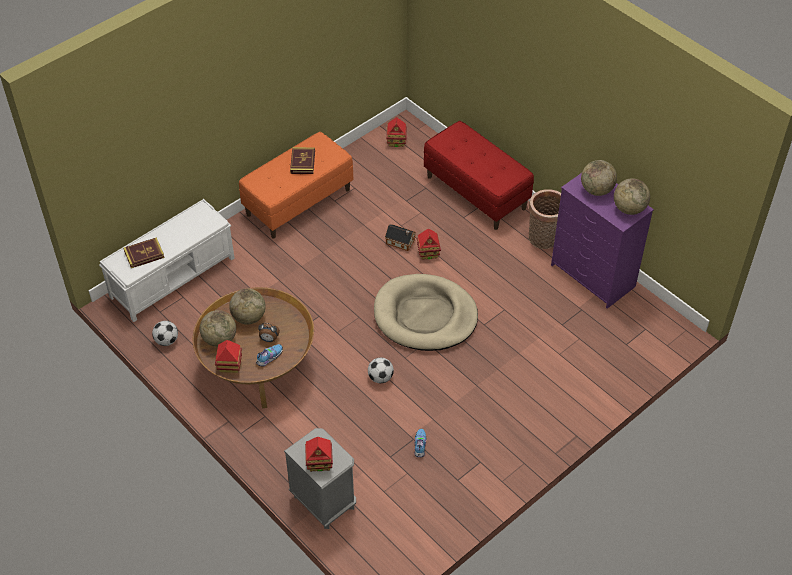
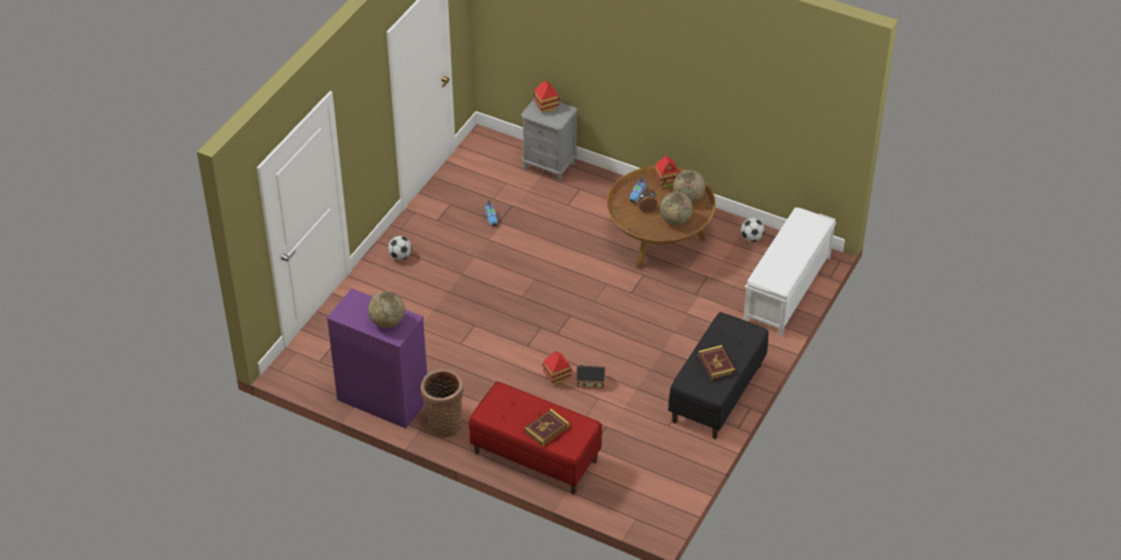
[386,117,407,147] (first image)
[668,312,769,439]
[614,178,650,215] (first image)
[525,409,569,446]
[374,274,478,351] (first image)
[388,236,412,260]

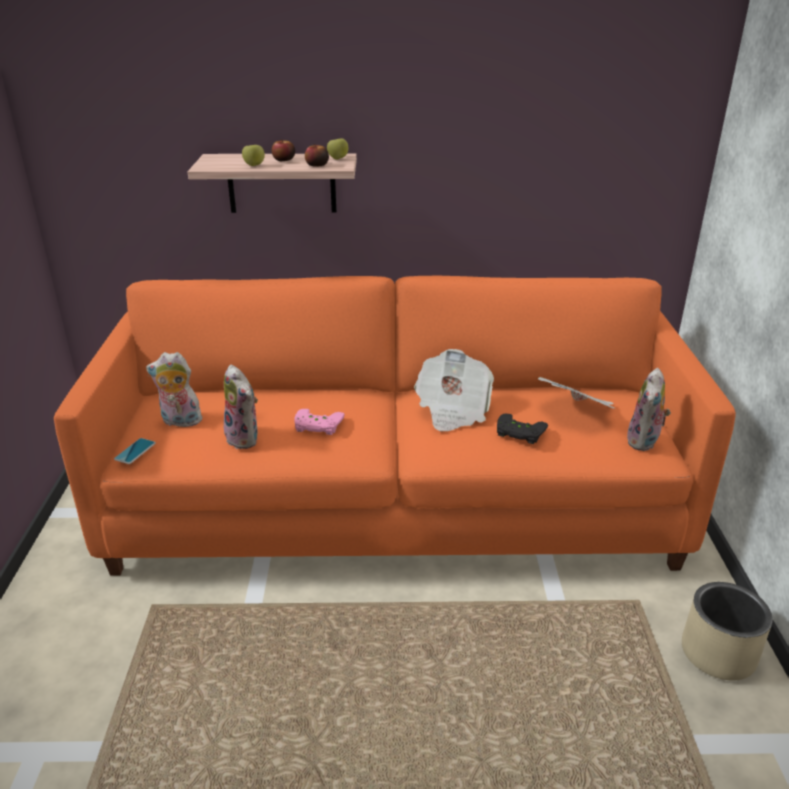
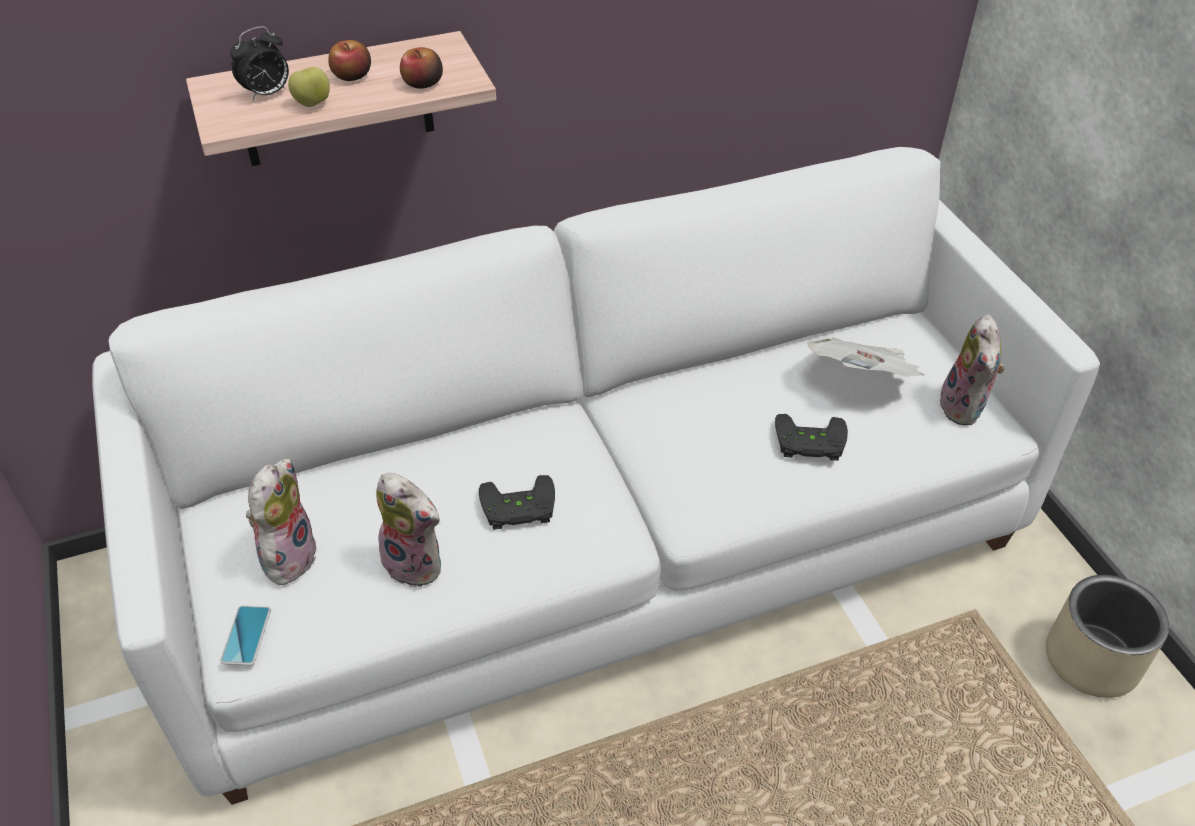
[327,138,348,159] (first image)
[92,147,1100,805]
[414,349,494,432] (first image)
[246,459,317,586]
[479,475,555,530]
[230,26,289,101]

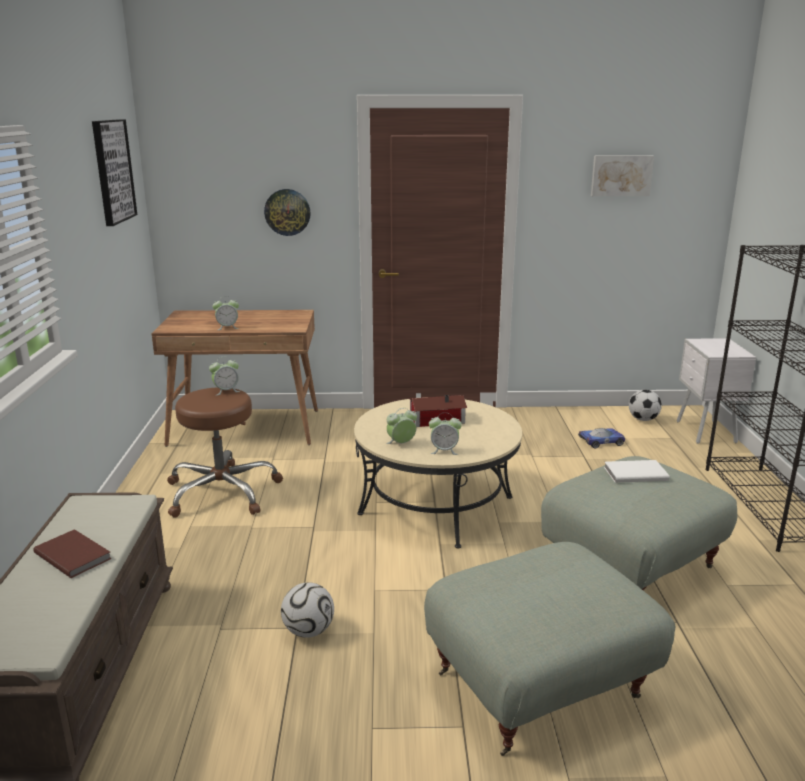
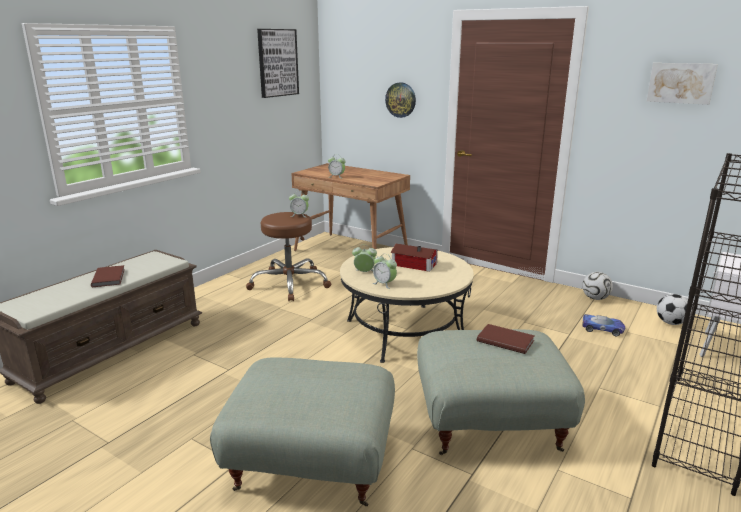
[477,324,535,354]
[582,272,613,300]

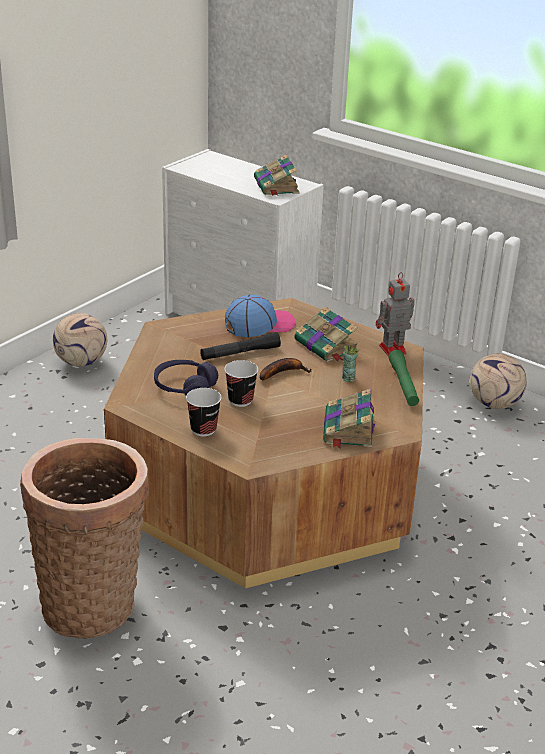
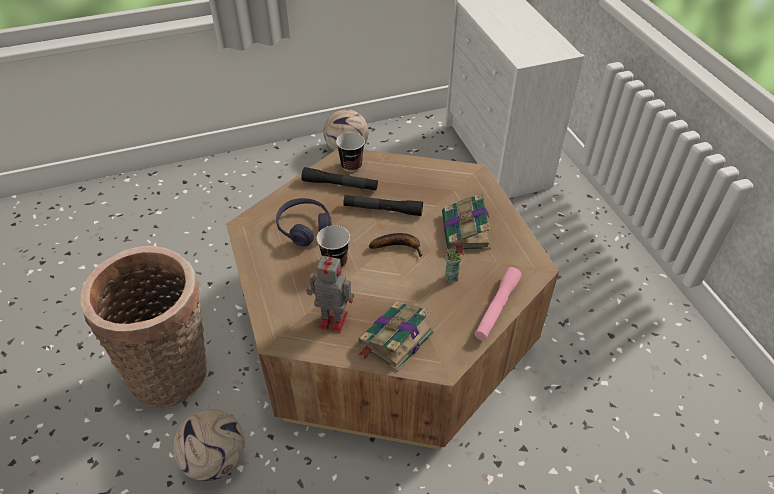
[254,154,299,196] (first image)
[306,254,354,333]
[225,295,296,337] (first image)
[475,267,522,341]
[173,409,245,481]
[336,132,365,172]
[301,167,378,191]

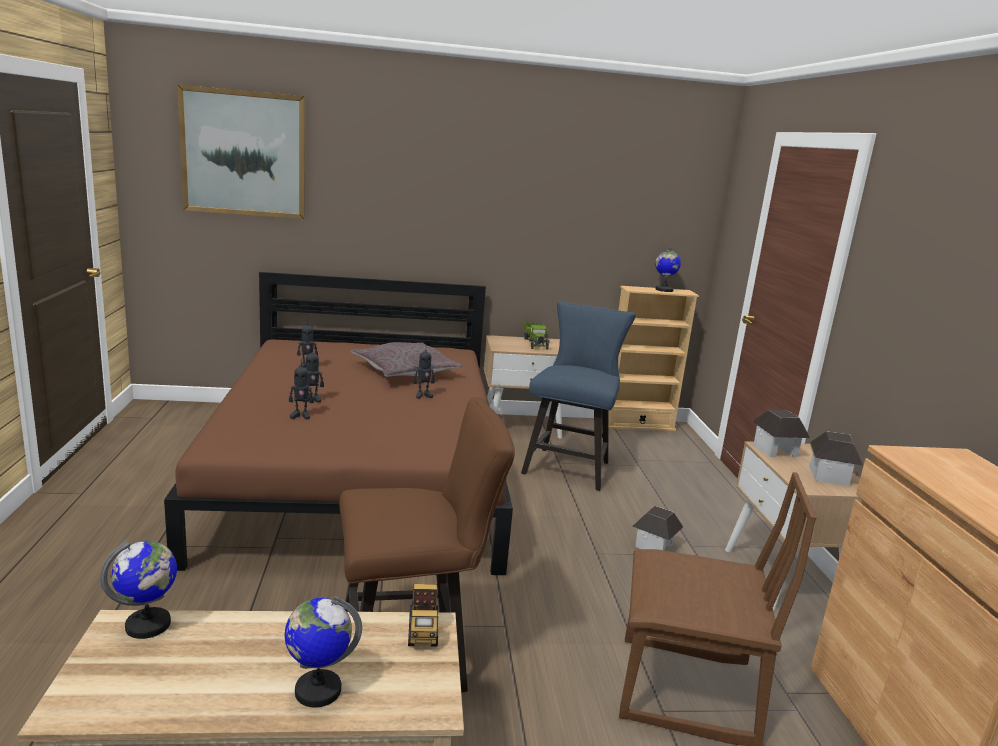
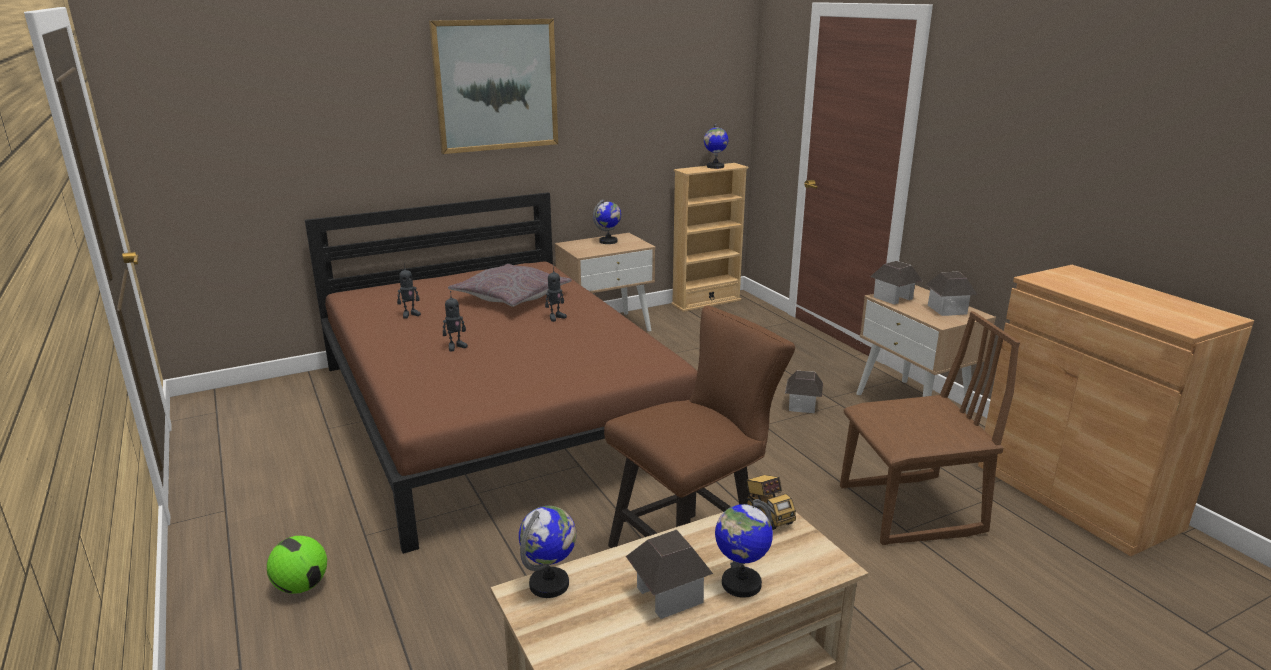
[429,19,558,154]
[521,302,636,491] (first image)
[593,199,621,244]
[289,360,314,419] (first image)
[626,530,713,619]
[267,536,327,594]

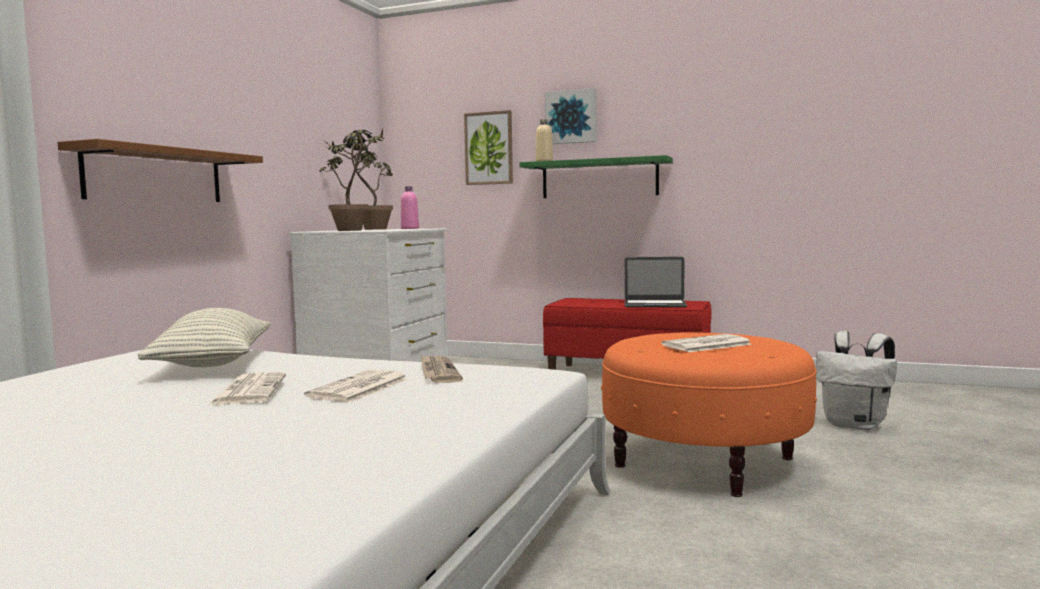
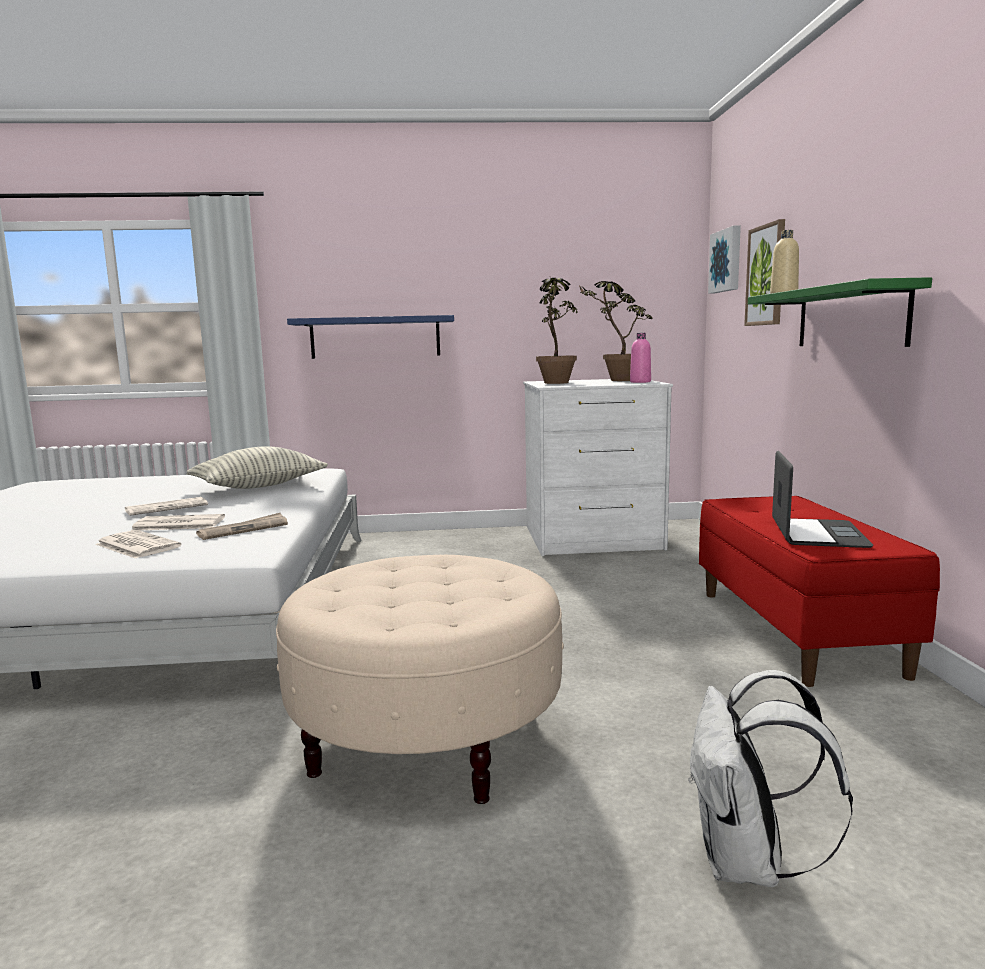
[708,225,741,294]
[287,315,454,359]
[772,451,873,548]
[276,555,564,804]
[95,530,182,559]

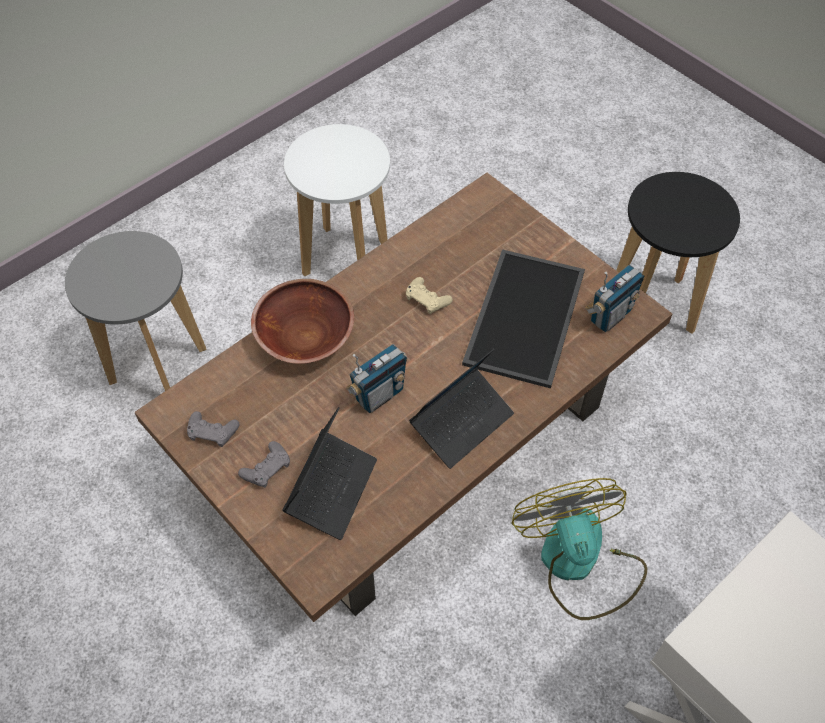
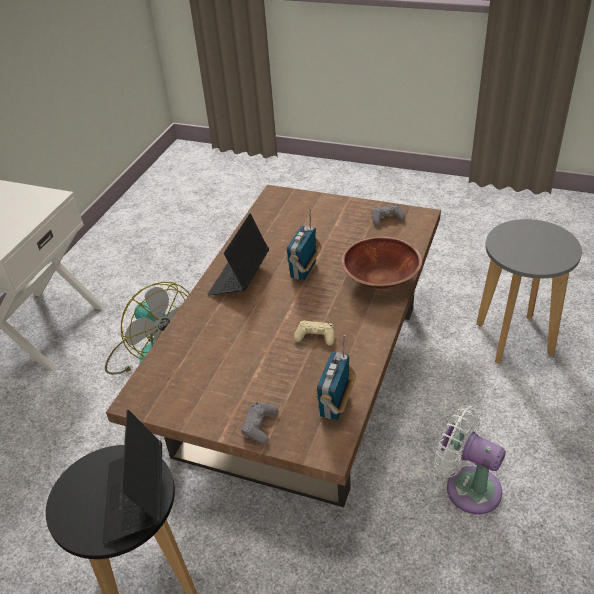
[435,405,506,514]
[462,249,585,388] (first image)
[315,335,356,420]
[102,410,162,544]
[241,402,279,444]

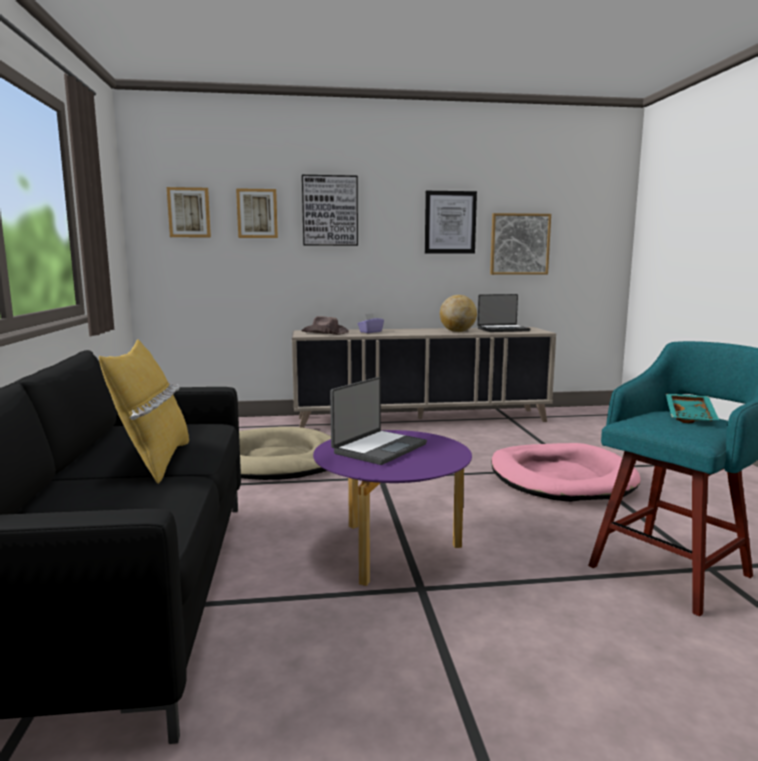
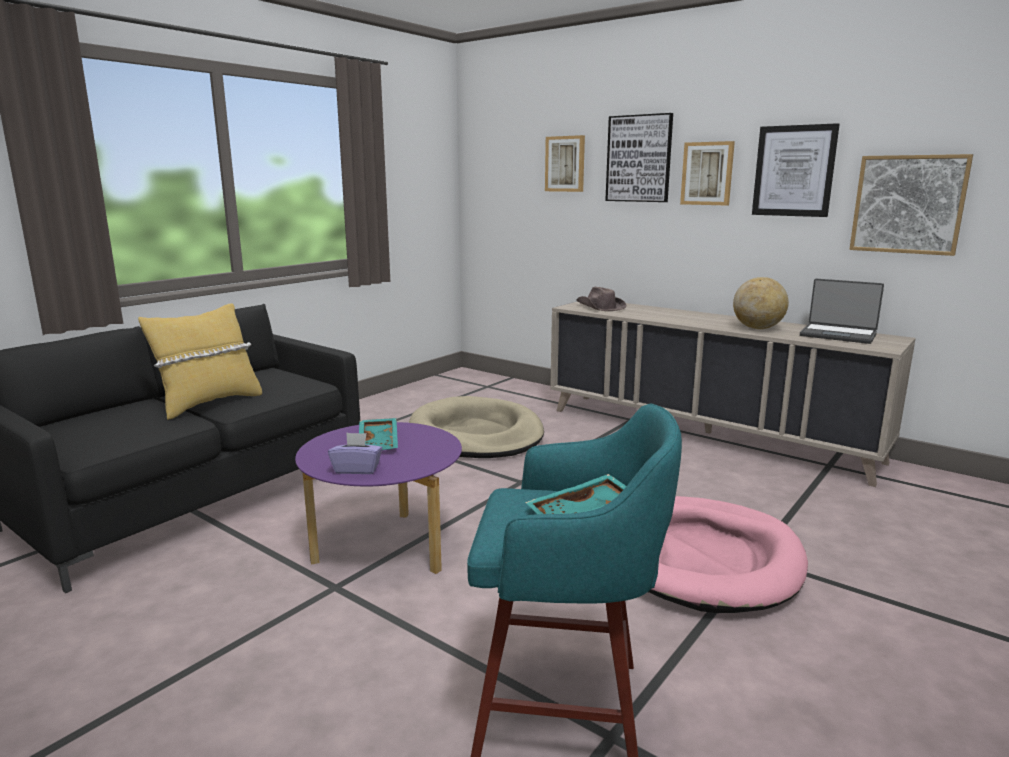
[680,141,735,206]
[328,432,382,474]
[359,418,398,450]

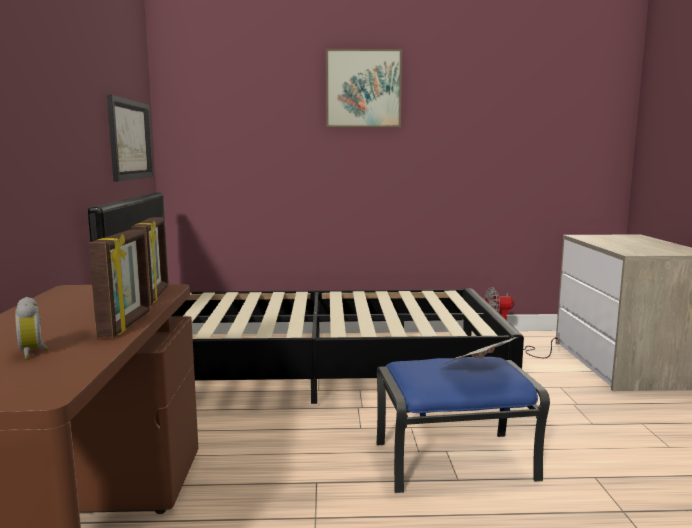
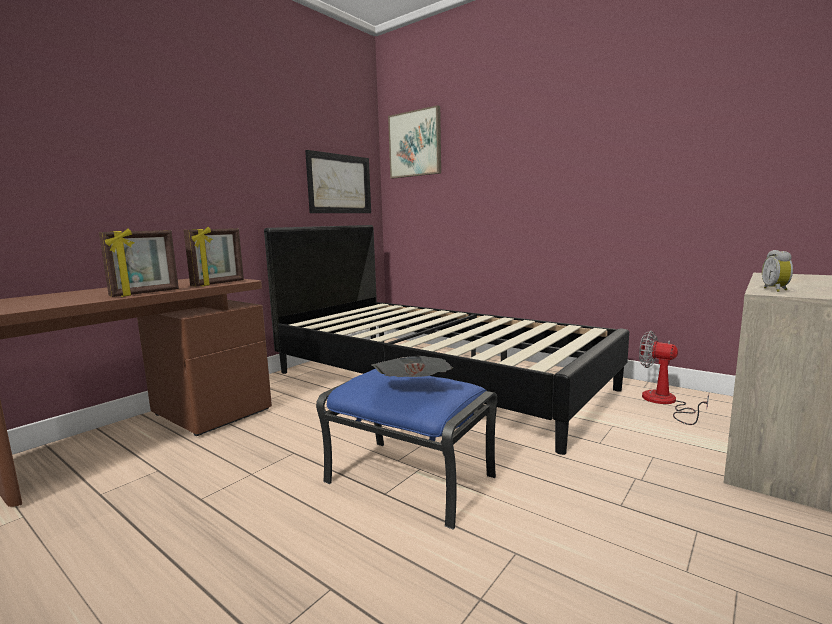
[388,105,441,178]
[762,250,793,292]

